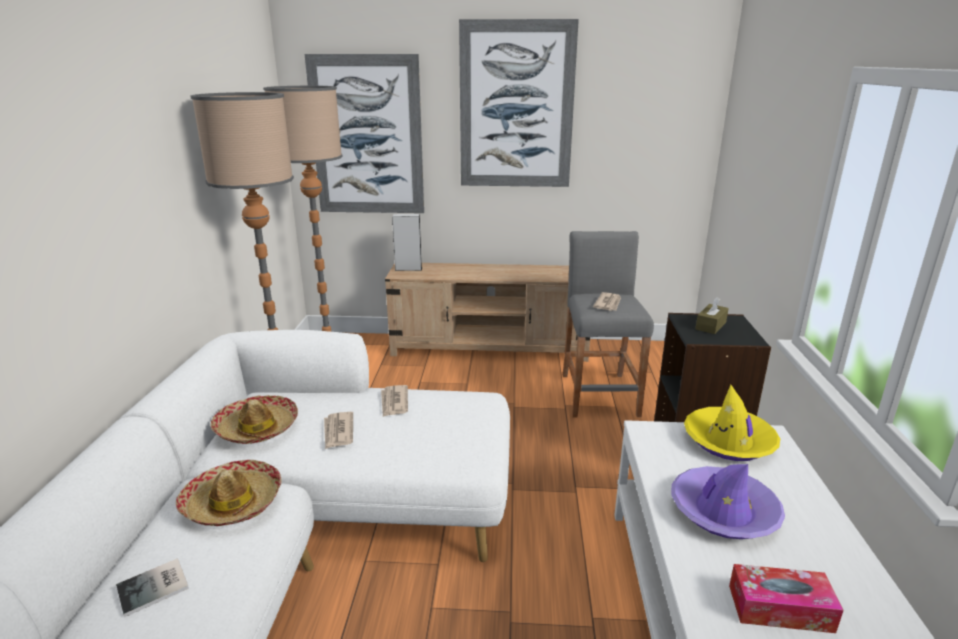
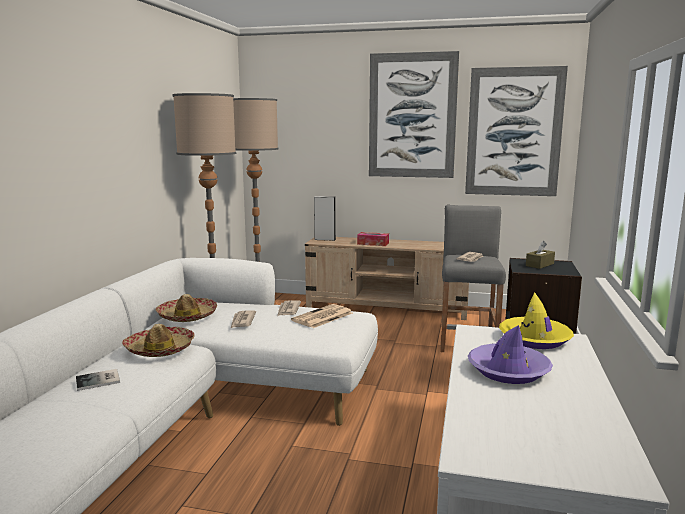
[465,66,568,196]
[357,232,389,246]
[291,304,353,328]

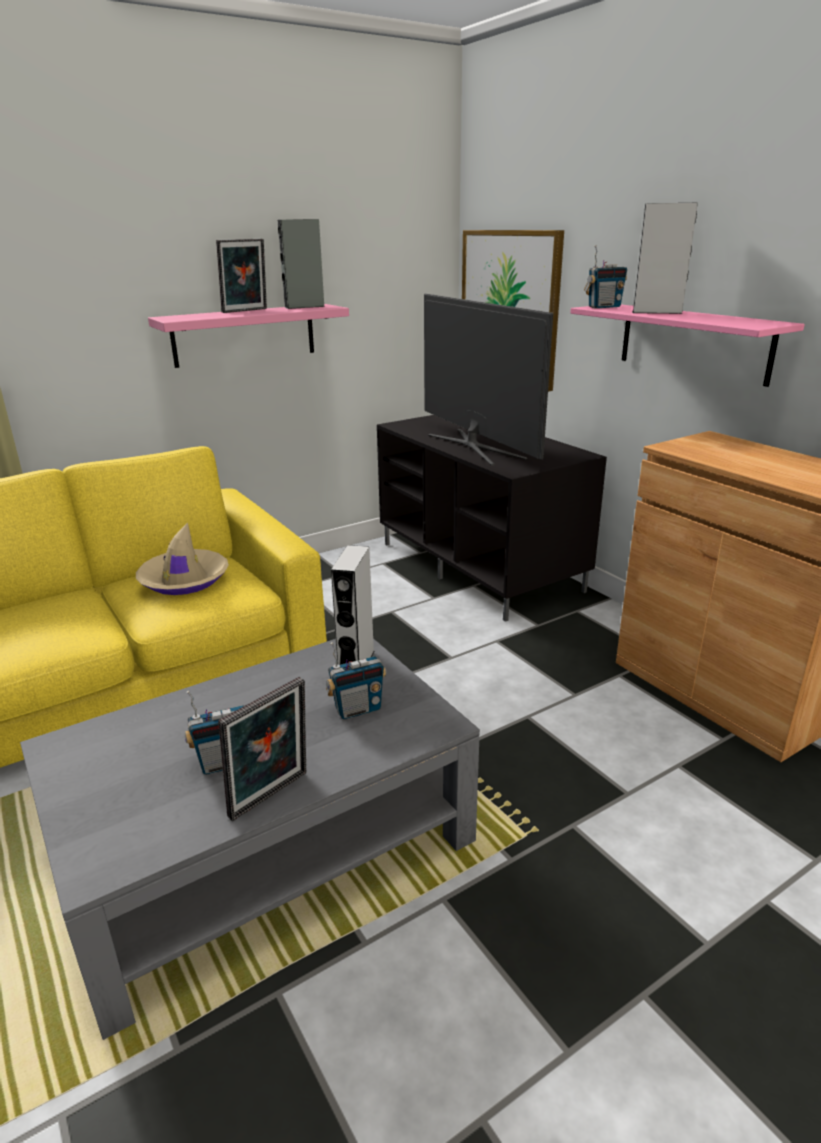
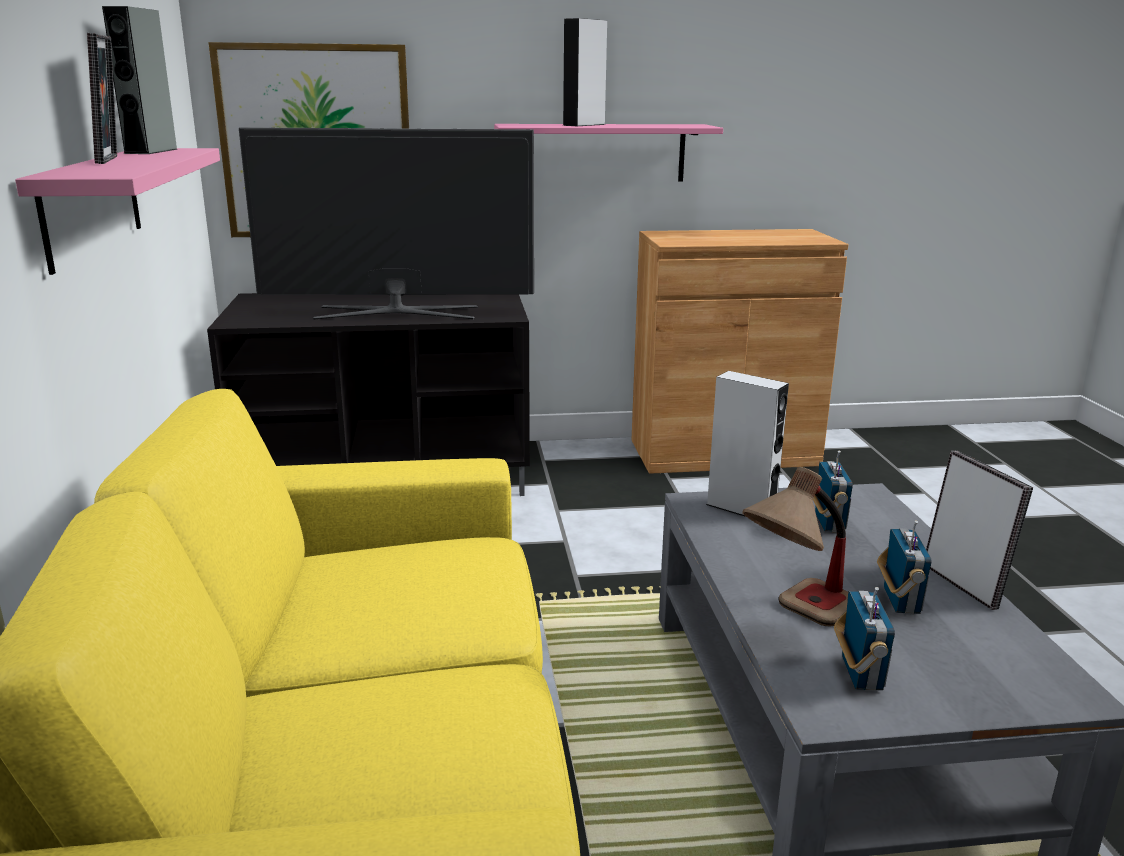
[834,587,895,691]
[136,522,229,595] (first image)
[742,467,848,627]

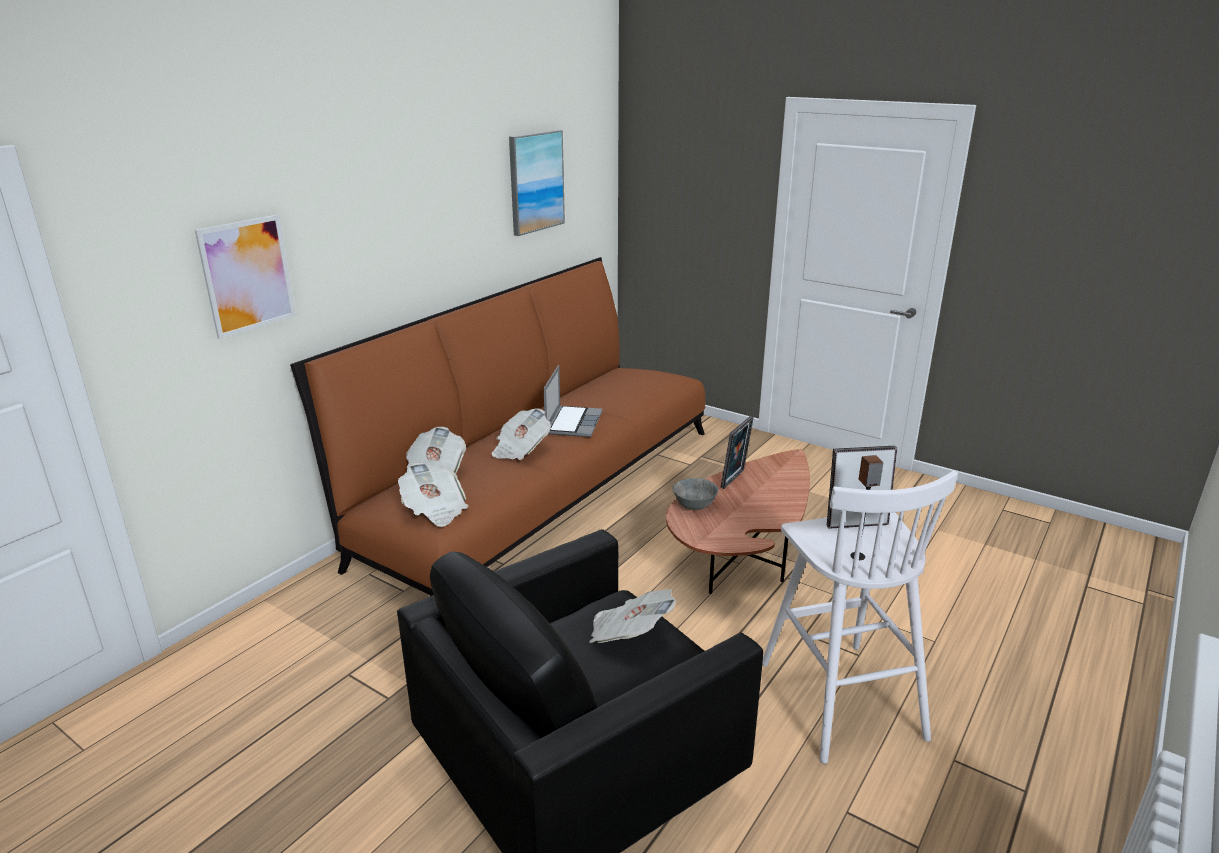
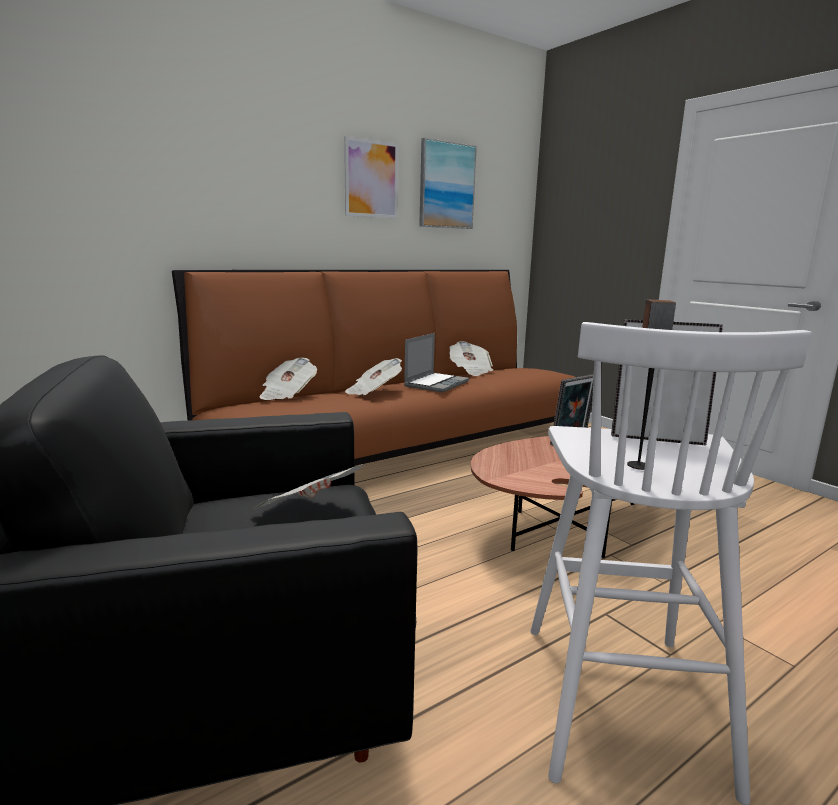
[344,136,398,219]
[449,341,493,376]
[672,478,718,510] (first image)

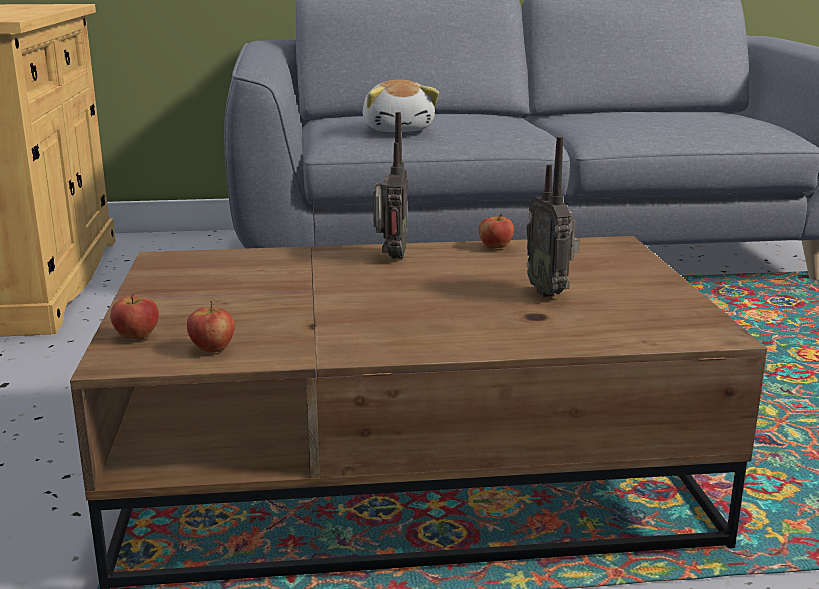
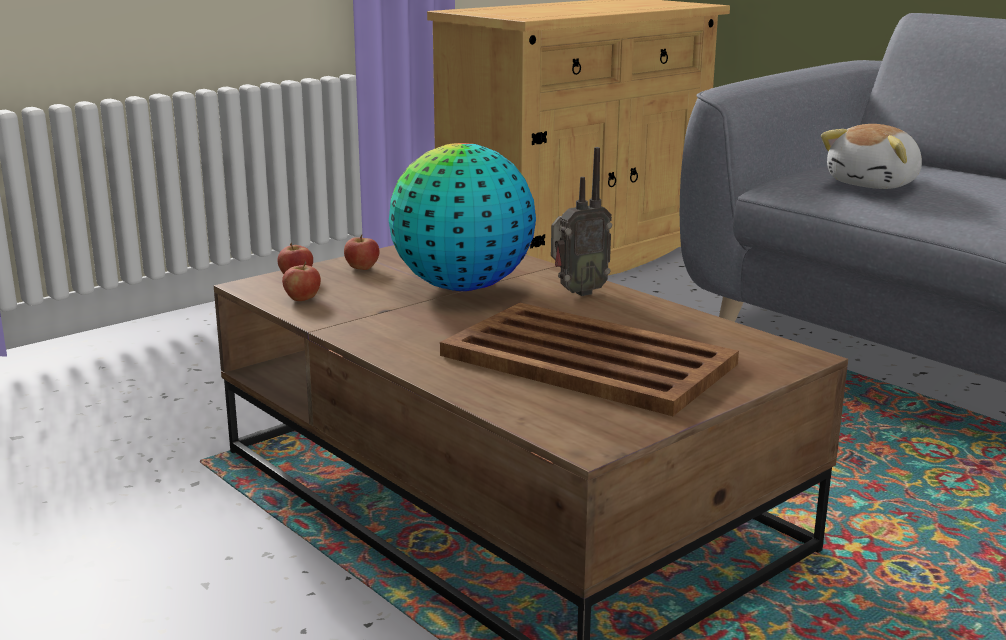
[440,303,739,416]
[344,235,379,270]
[389,143,536,291]

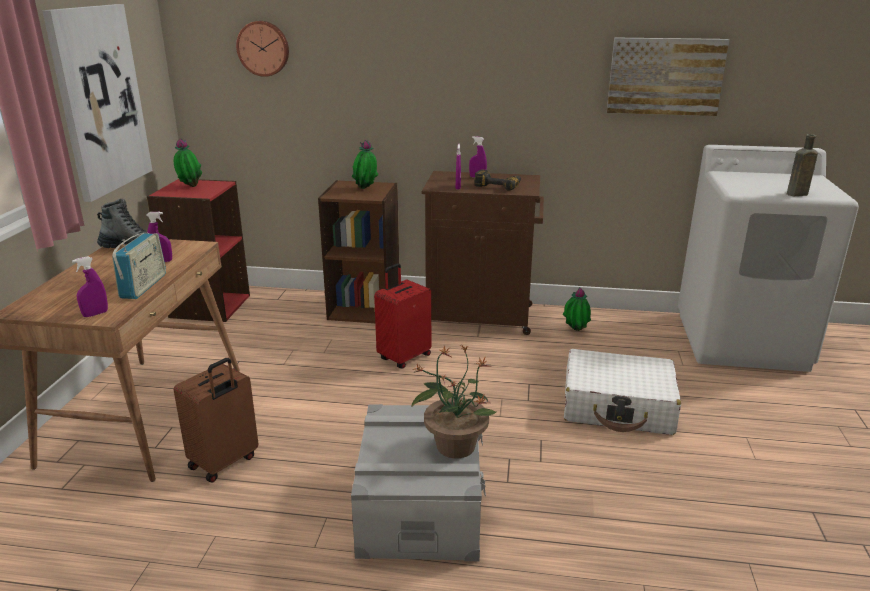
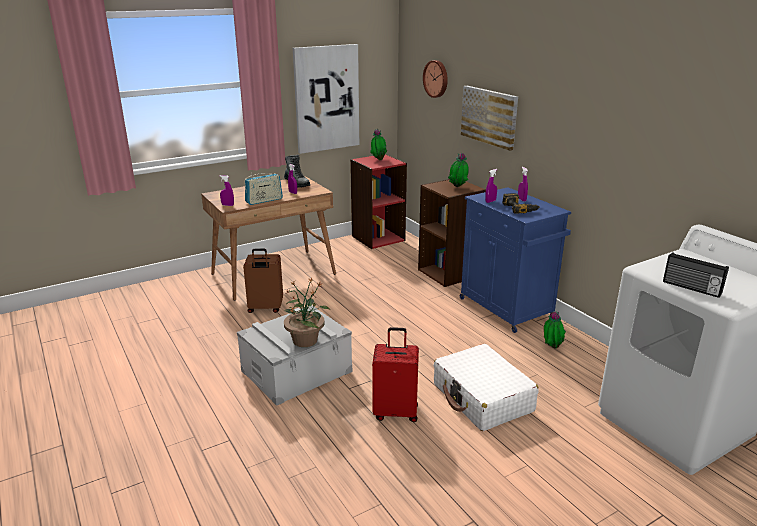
[461,86,518,151]
[663,252,729,298]
[460,187,571,333]
[372,327,419,422]

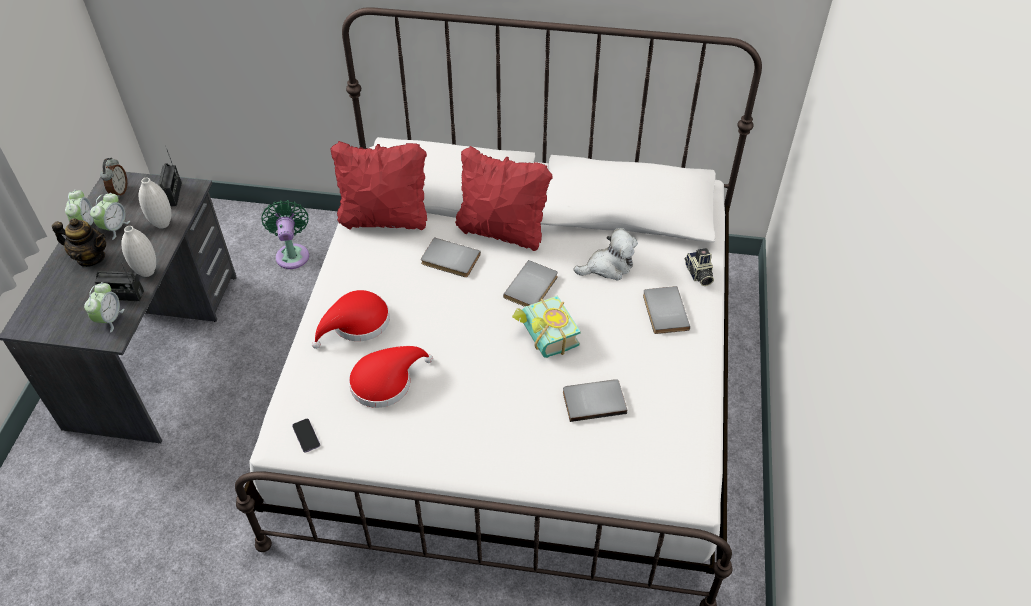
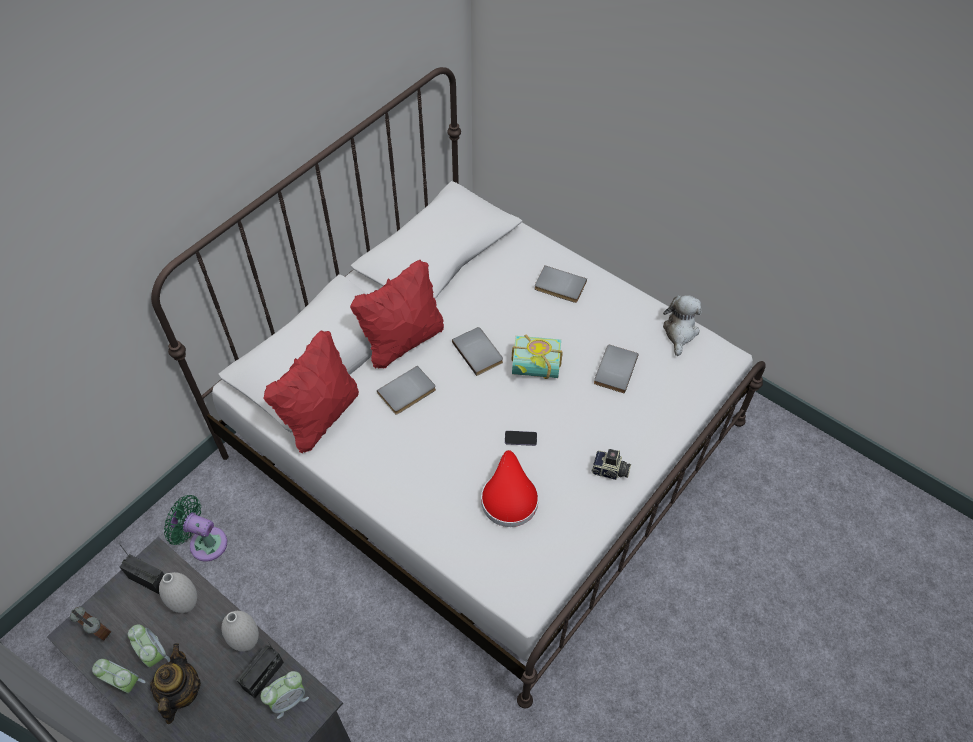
[150,643,201,724]
[663,295,702,356]
[592,449,631,480]
[261,671,309,719]
[312,290,390,349] (first image)
[505,431,537,446]

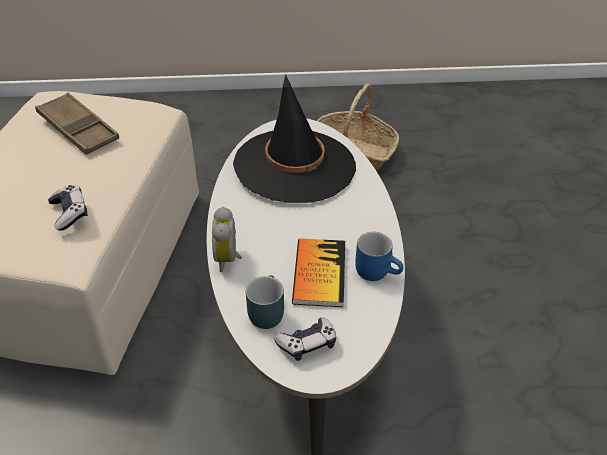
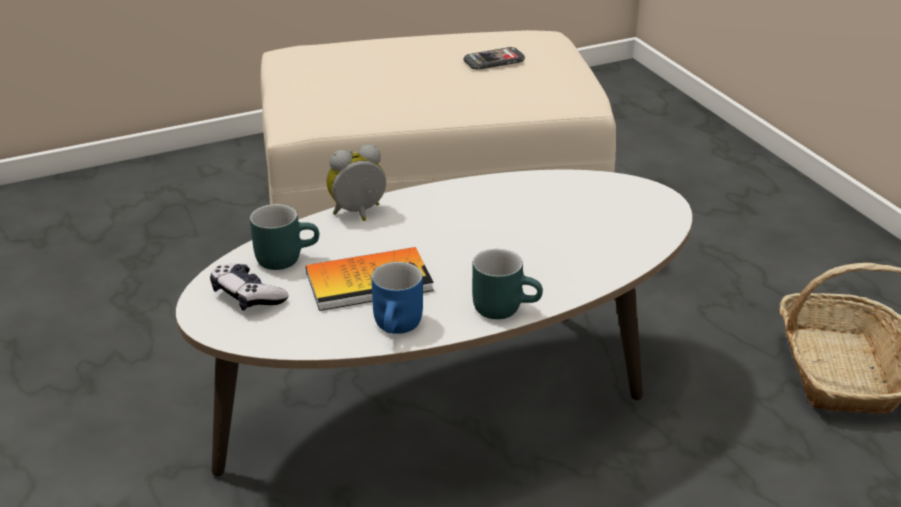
[233,74,356,203] (first image)
[463,47,525,70]
[48,185,88,231] (first image)
[472,249,543,319]

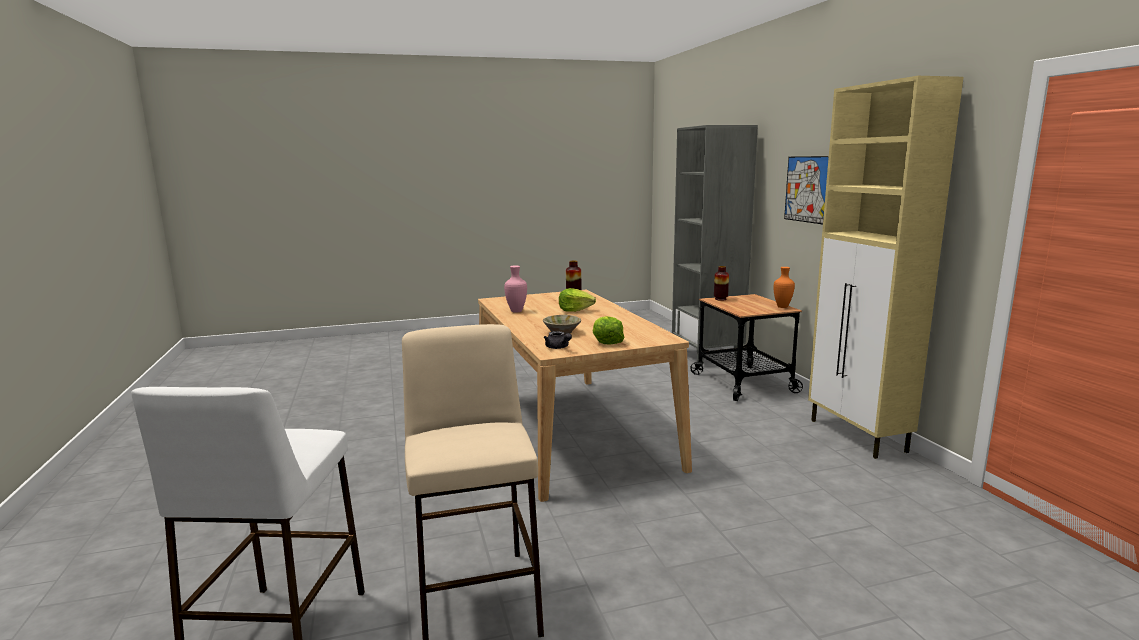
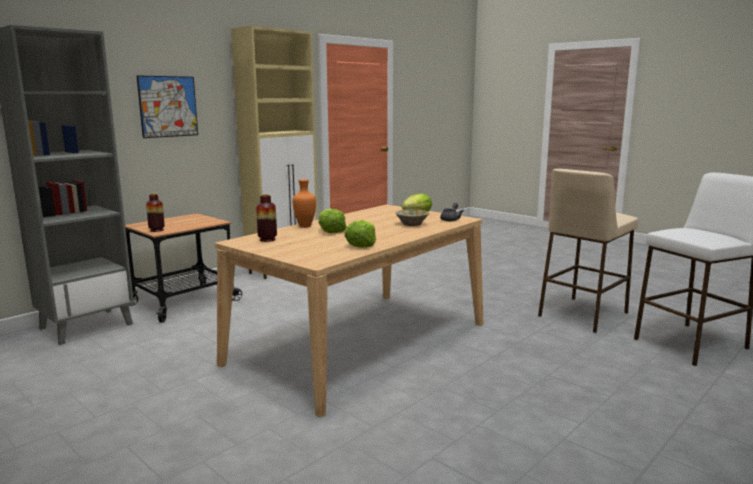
[345,220,376,247]
[293,179,316,228]

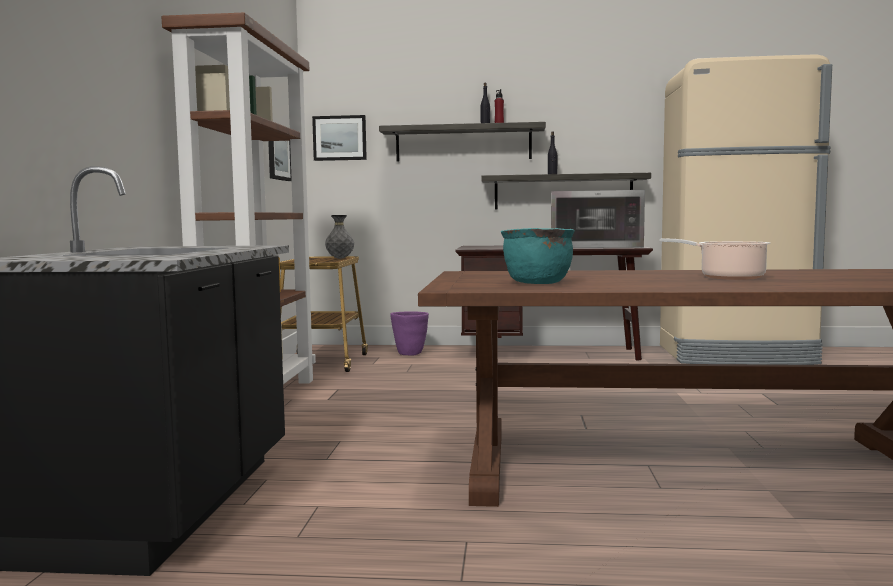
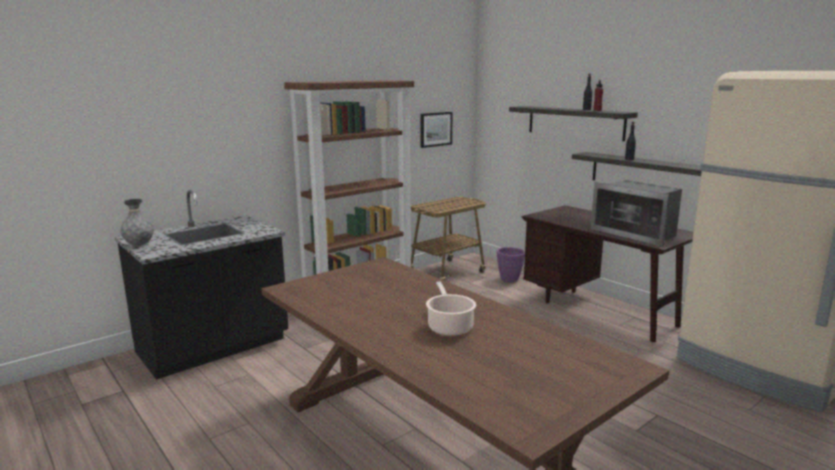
[312,115,367,161] (first image)
[120,199,154,246]
[501,228,575,284] (first image)

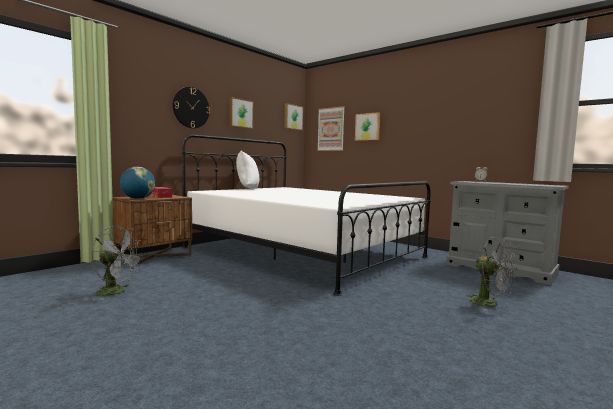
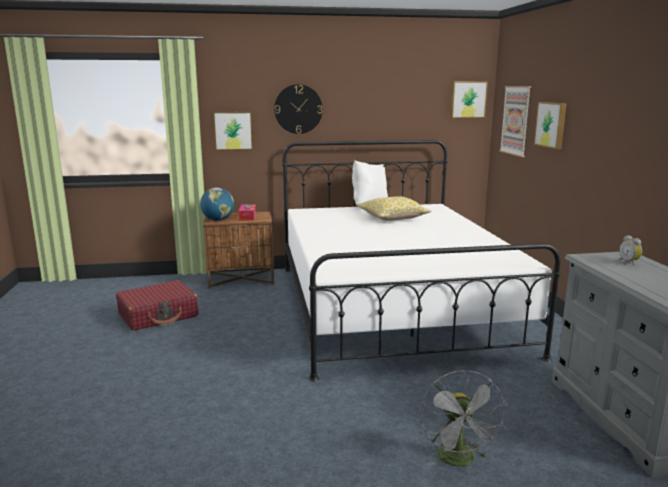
[213,112,253,151]
[116,280,198,331]
[357,196,432,221]

